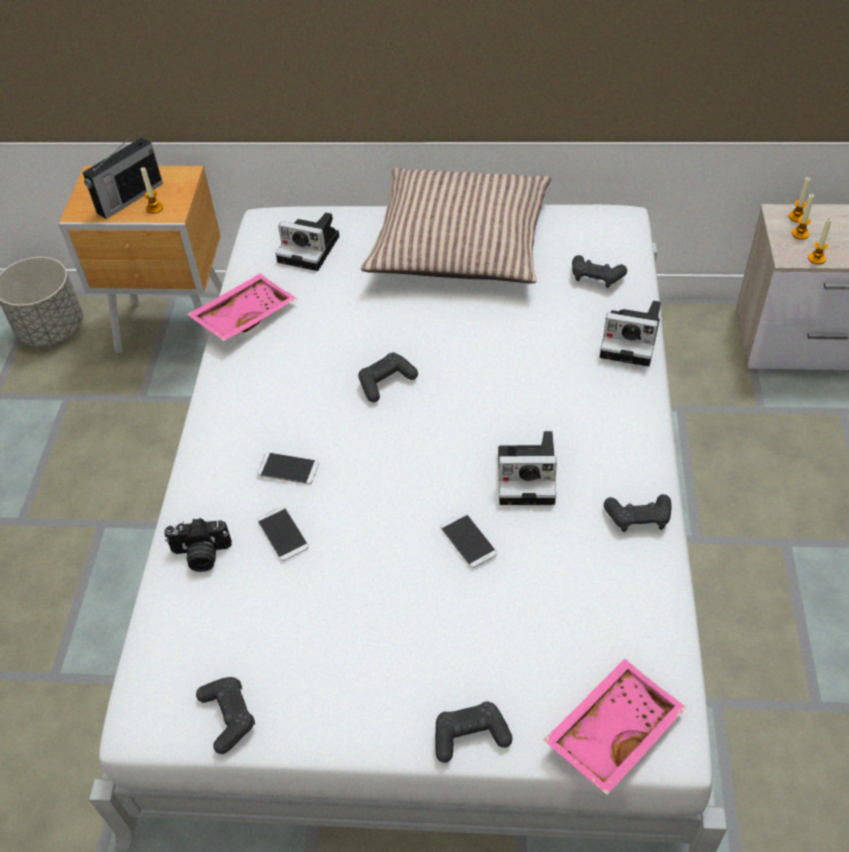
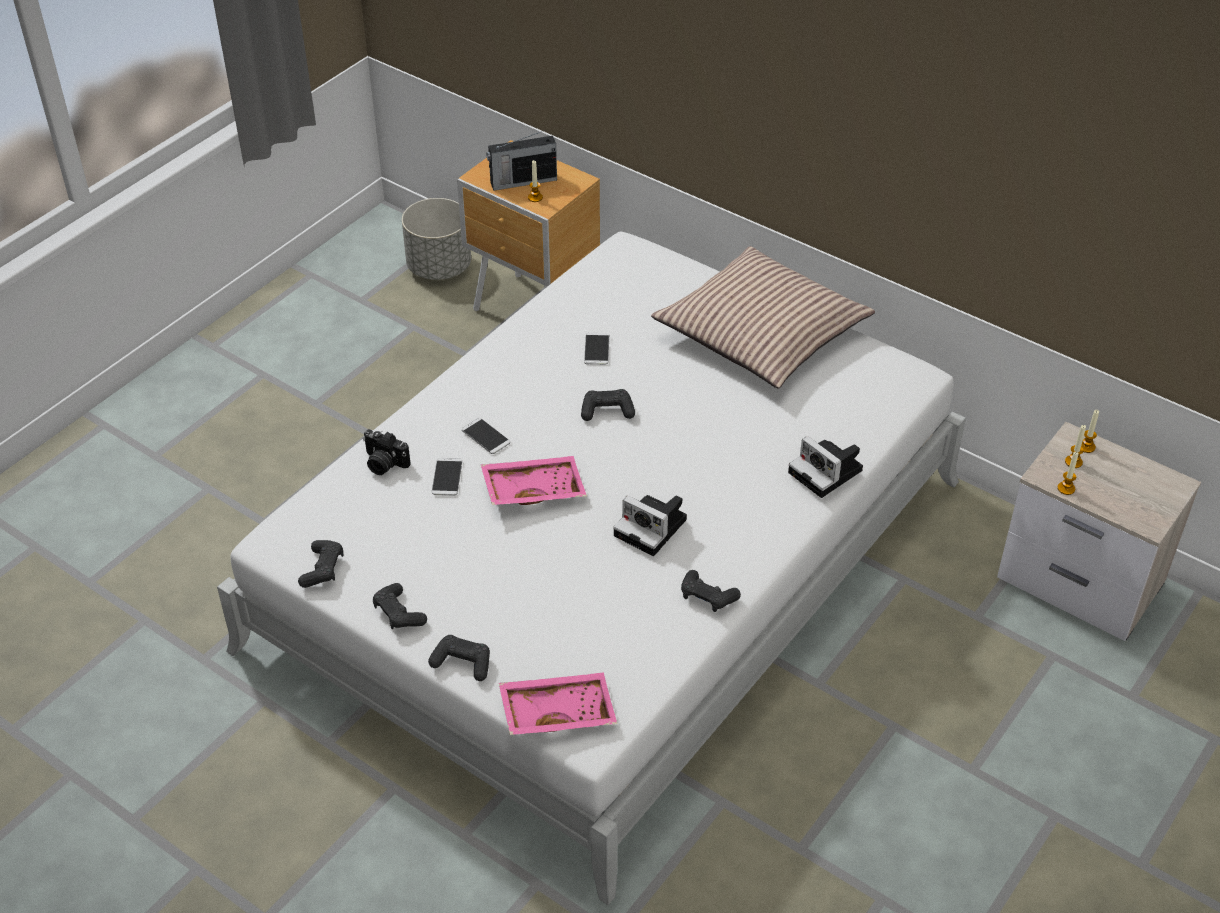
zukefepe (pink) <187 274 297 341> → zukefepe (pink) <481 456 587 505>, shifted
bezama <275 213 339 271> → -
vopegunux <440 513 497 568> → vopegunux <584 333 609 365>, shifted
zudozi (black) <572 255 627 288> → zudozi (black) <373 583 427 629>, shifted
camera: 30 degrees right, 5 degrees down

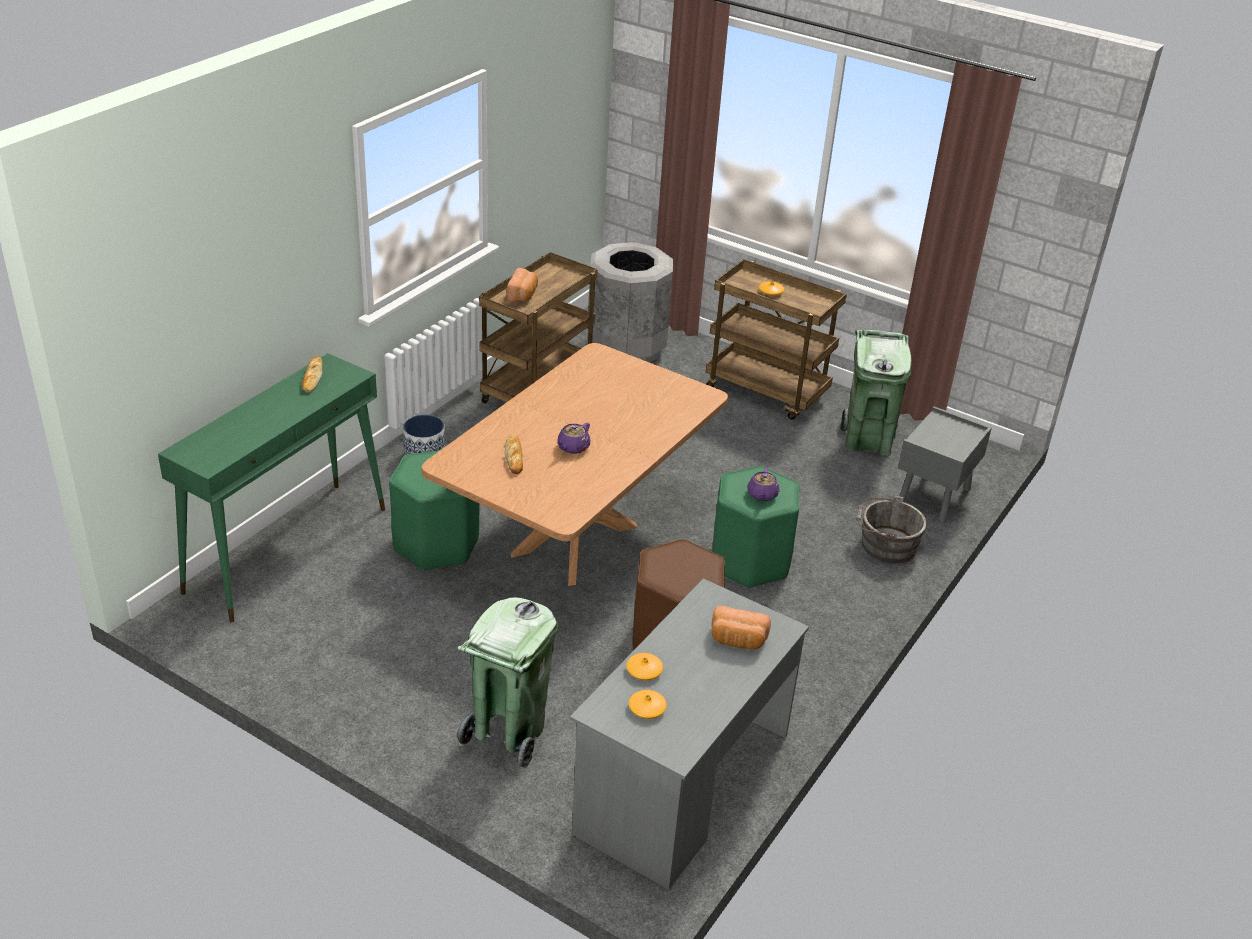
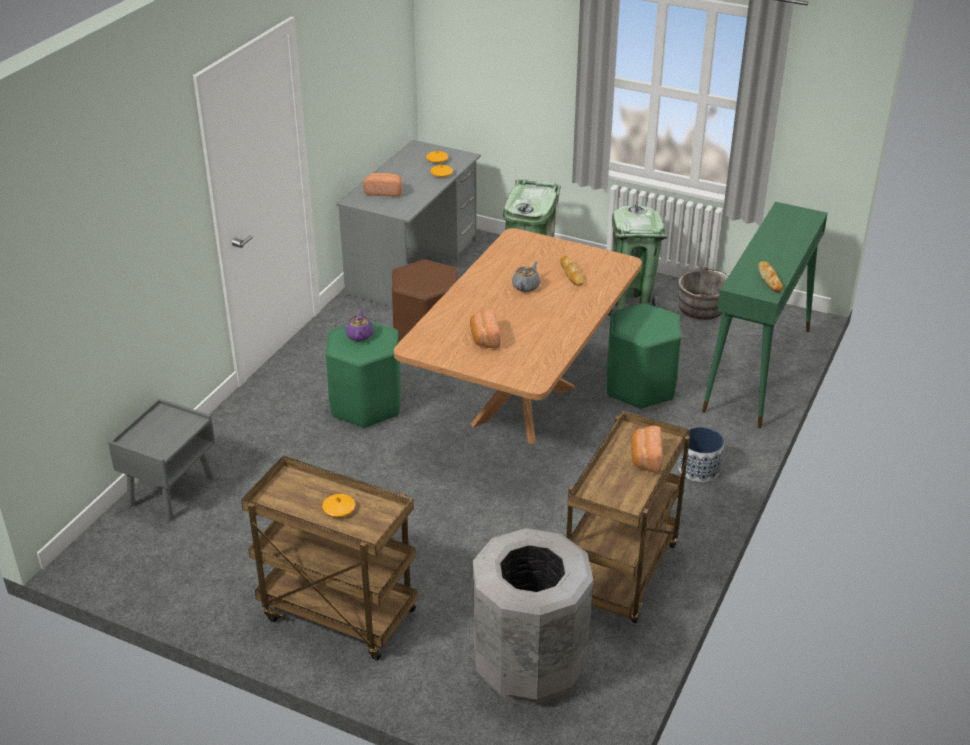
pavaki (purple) <557 423 590 454> → pavaki (grey) <512 261 540 292>
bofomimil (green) <840 330 912 456> → bofomimil (green) <607 204 668 318>, shifted
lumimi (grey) <856 495 927 563> → lumimi (grey) <678 266 729 320>, shifted
- → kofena <470 309 500 348>
camera: 175 degrees right, 0 degrees up

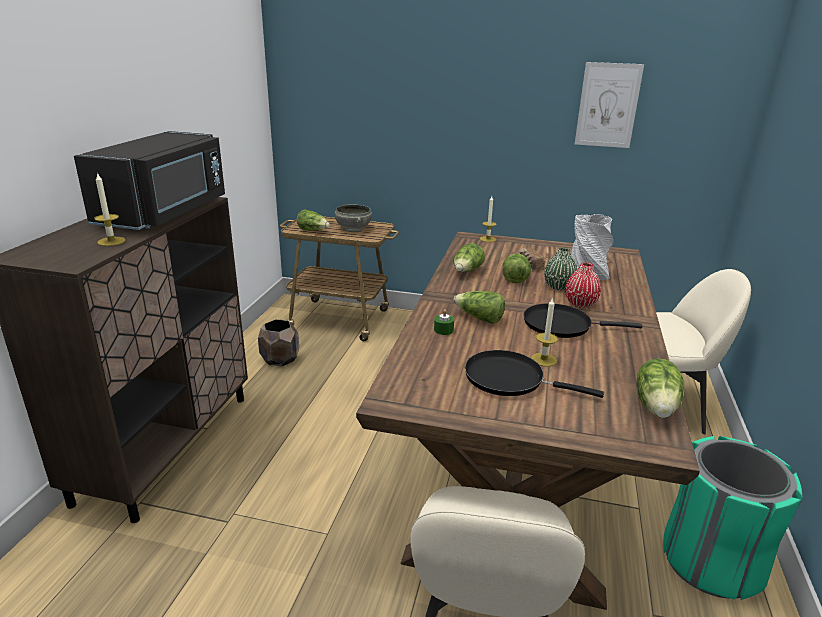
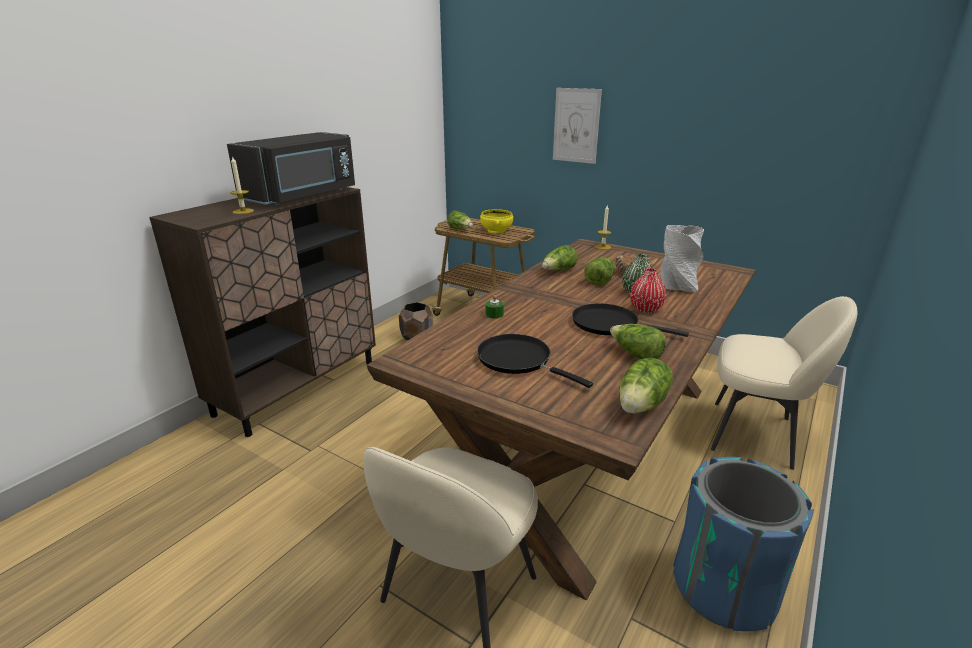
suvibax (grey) <335 204 372 232> → suvibax (yellow) <480 209 513 234>
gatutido <454 291 505 324> → gatutido <610 324 666 359>, shifted
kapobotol <531 297 558 366> → -
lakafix <575 62 644 148> → lakafix <553 88 602 164>, shifted
bofomimil (green) <663 436 802 600> → bofomimil (blue) <673 457 814 631>
camera: 20 degrees right, 0 degrees up

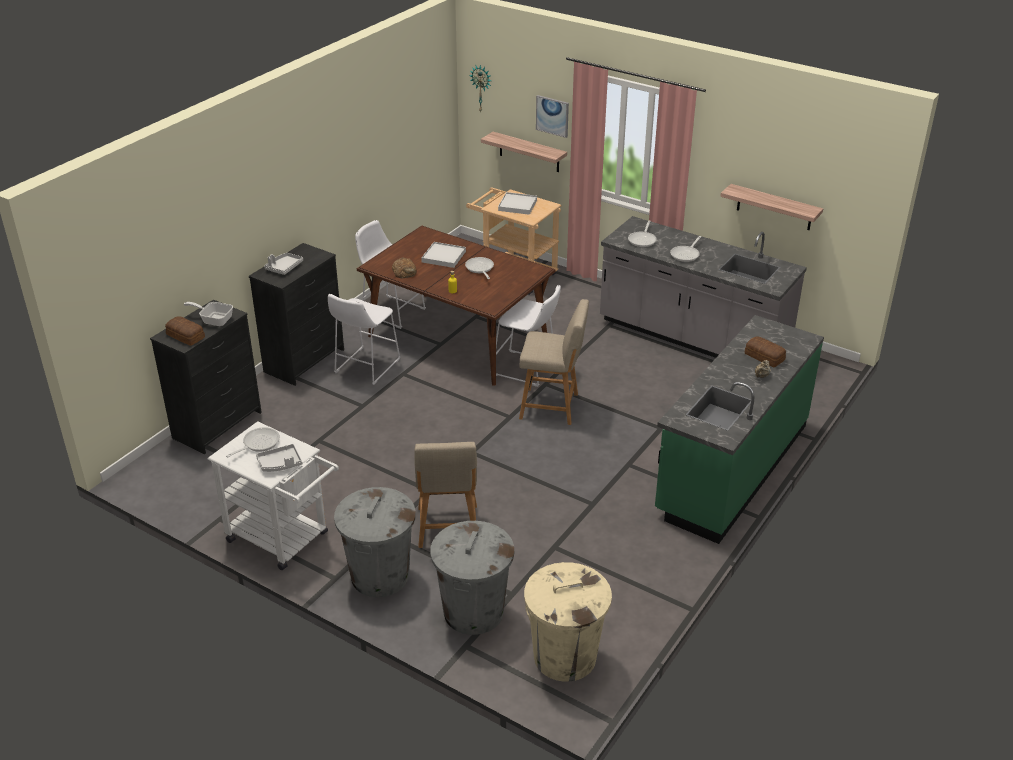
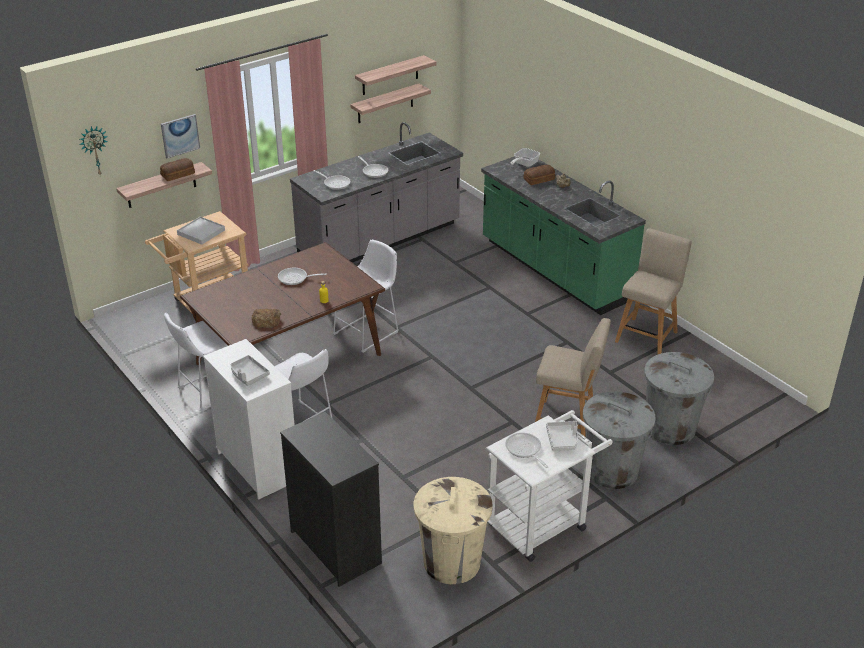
kofena <165 316 205 346> → kofena <160 158 195 181>, shifted
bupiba <184 302 233 326> → bupiba <511 148 540 167>, shifted
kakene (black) <249 243 344 386> → kakene (white) <203 339 295 500>
zukefepe (white) <421 242 466 268> → -
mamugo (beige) <519 299 589 425> → mamugo (beige) <615 228 692 355>, shifted
bofomimil (beige) <524 562 612 682> → bofomimil (beige) <414 477 493 584>, shifted
- → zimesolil <355 55 436 95>
camera: 70 degrees left, 0 degrees up

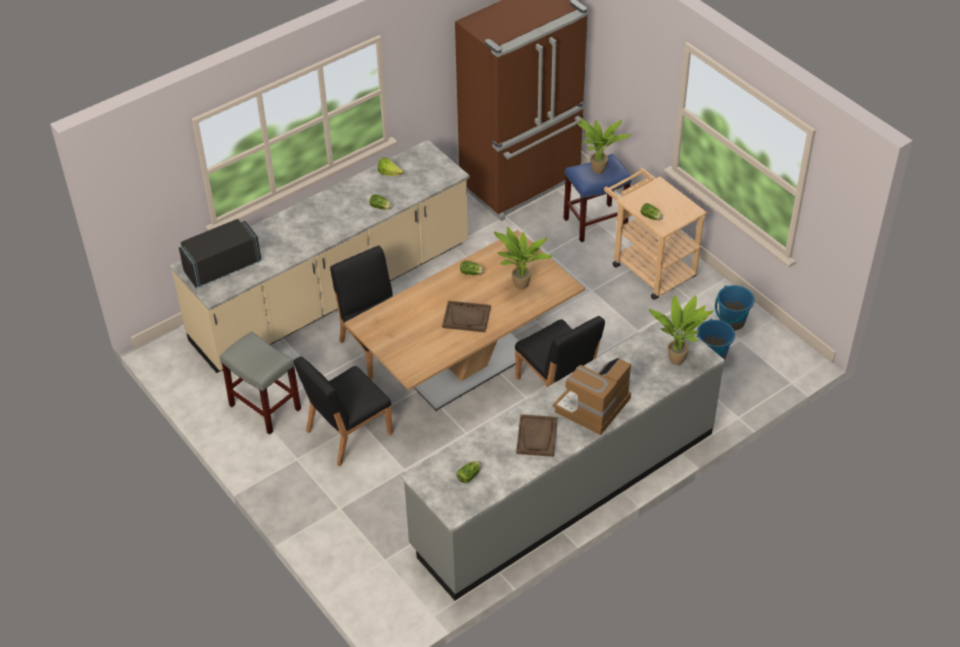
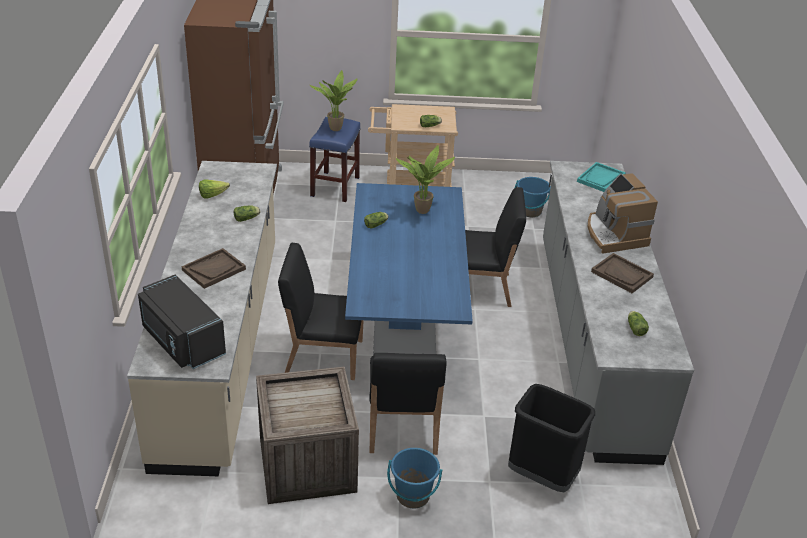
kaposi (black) <179 219 262 288> → kaposi (black) <138 274 226 369>, 45 degrees counterclockwise
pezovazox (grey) <220 331 301 435> → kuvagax <256 367 359 504>
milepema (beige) <344 230 585 411> → milepema (blue) <345 183 473 355>
zukefepe (brown) <442 301 491 332> → zukefepe (brown) <182 248 246 289>, shifted
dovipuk <649 295 713 365> → zukefepe (turquoise) <577 162 626 192>
lumimi (blue) <715 285 755 331> → lumimi (blue) <387 448 442 508>, shifted
- → bofomimil (black) <508 384 595 492>
camera: 55 degrees left, 10 degrees down

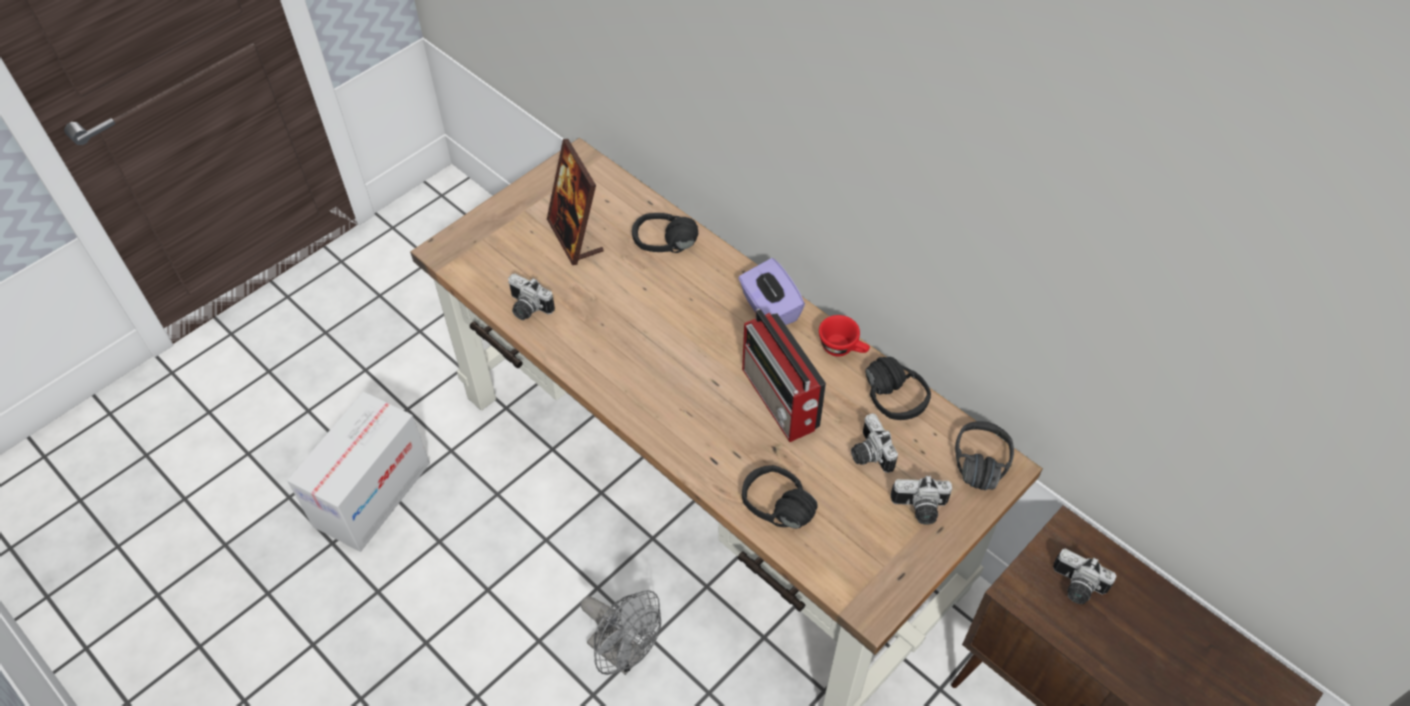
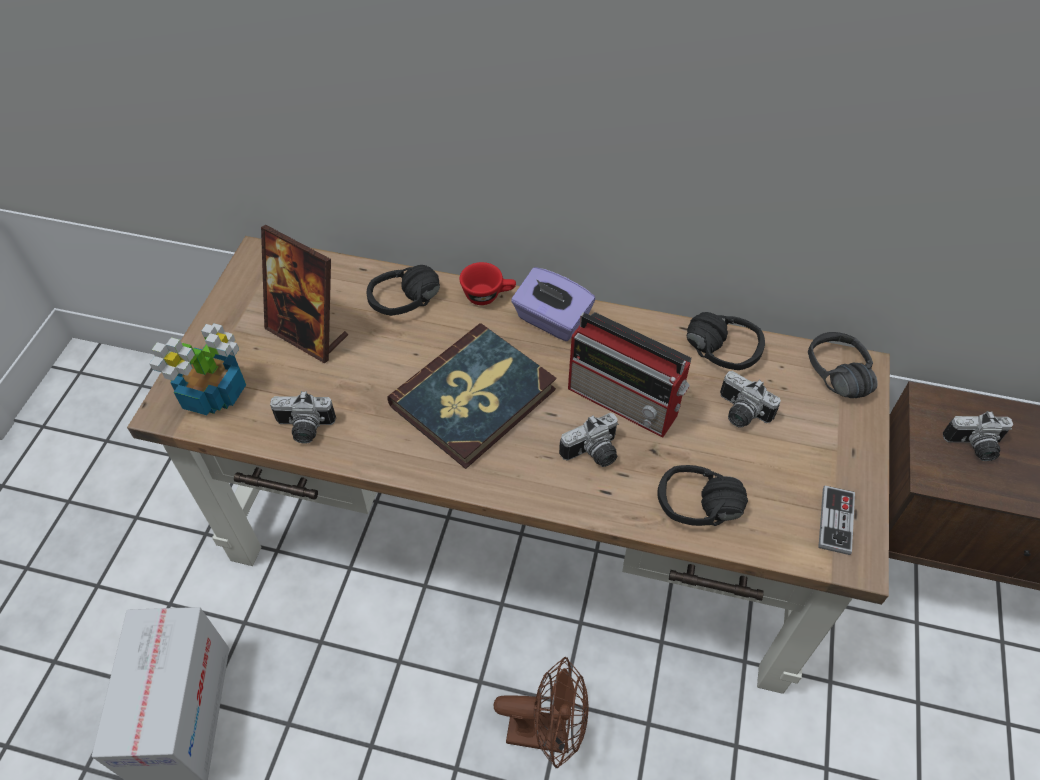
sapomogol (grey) <581 590 661 675> → sapomogol (brown) <493 657 589 768>
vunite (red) <819 315 870 356> → vunite (red) <460 262 516 305>, shifted
bezama <890 475 952 525> → bezama <559 413 618 467>, shifted
- → dovipuk <149 323 246 416>
- → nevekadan <387 323 556 469>
- → zudozi <818 486 855 555>
camera: 30 degrees left, 0 degrees up

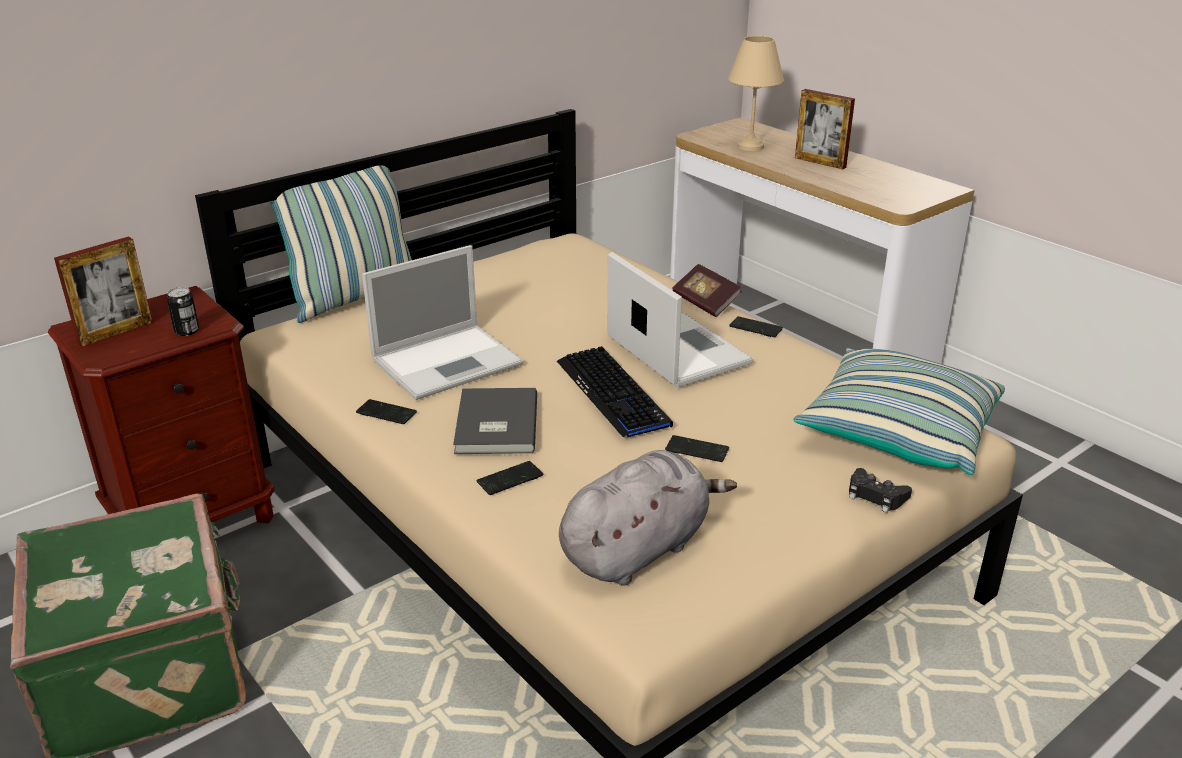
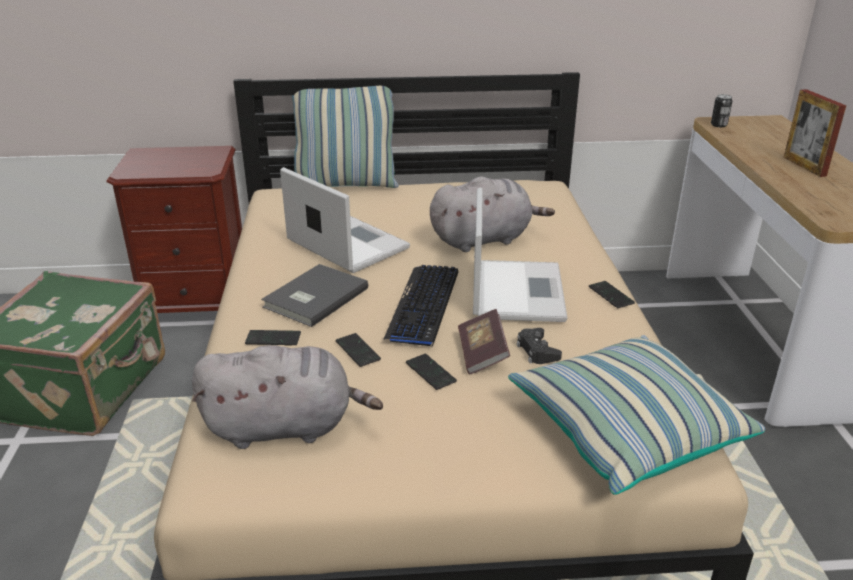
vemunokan <54 236 153 347> → -
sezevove <167 287 199 336> → sezevove <711 94 732 127>, shifted
vopegunux <356 399 417 424> → vopegunux <336 333 381 367>, shifted
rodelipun <362 245 523 400> → rodelipun <280 167 410 273>, 135 degrees counterclockwise
nevekadan <672 264 742 317> → nevekadan <458 309 510 374>, shifted
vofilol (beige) <728 36 784 151> → -
zudozi (black) <849 468 912 512> → zudozi (black) <516 328 562 364>, shifted
- → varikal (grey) <430 176 555 252>
camera: 35 degrees right, 0 degrees up

